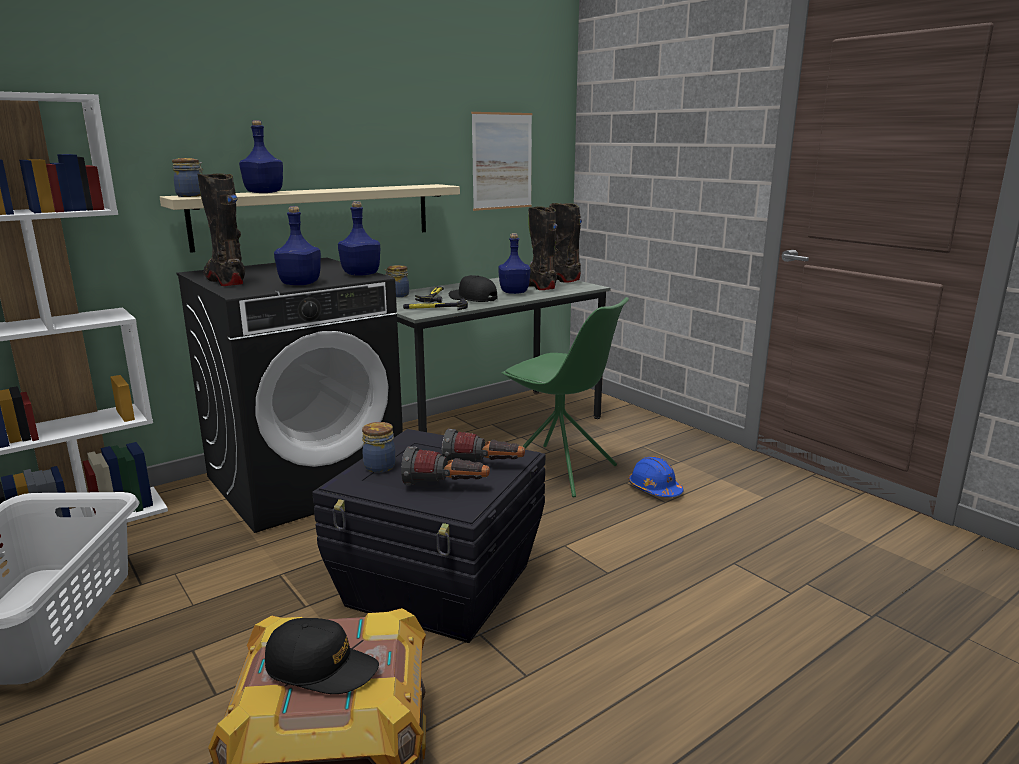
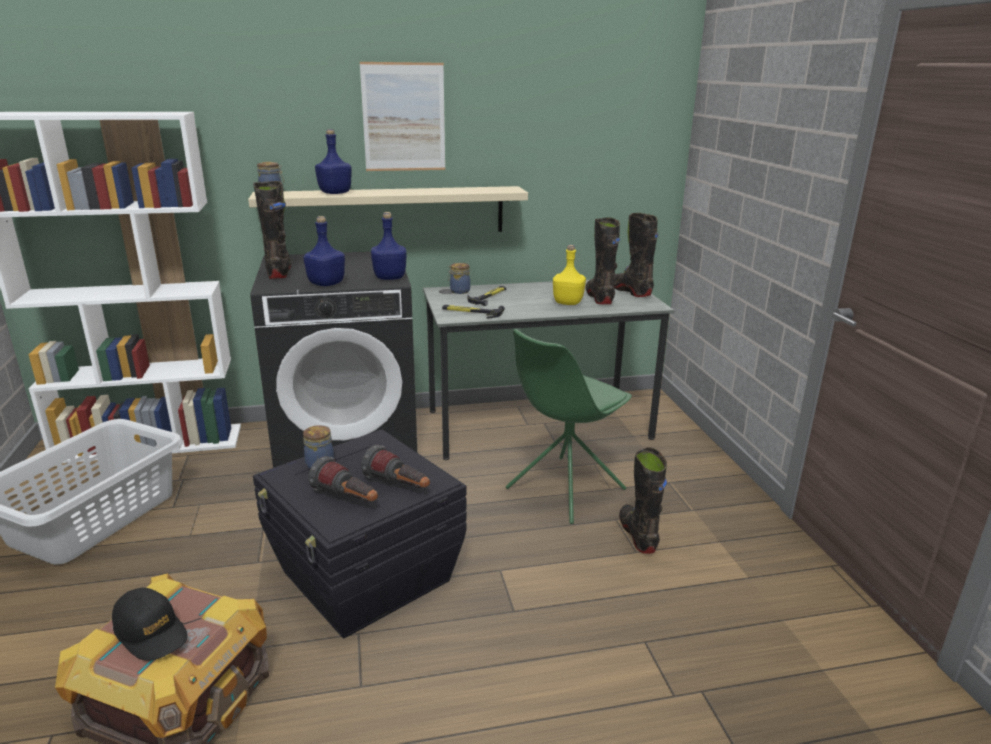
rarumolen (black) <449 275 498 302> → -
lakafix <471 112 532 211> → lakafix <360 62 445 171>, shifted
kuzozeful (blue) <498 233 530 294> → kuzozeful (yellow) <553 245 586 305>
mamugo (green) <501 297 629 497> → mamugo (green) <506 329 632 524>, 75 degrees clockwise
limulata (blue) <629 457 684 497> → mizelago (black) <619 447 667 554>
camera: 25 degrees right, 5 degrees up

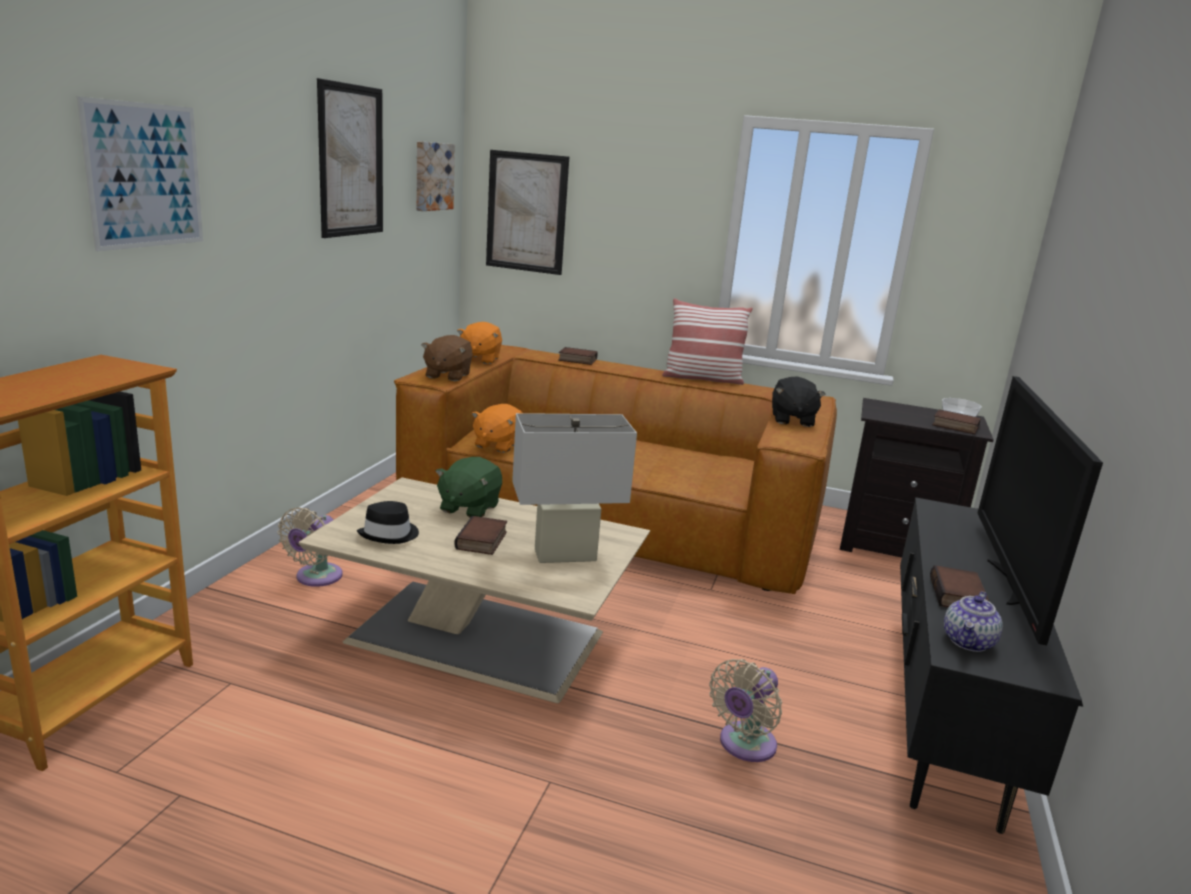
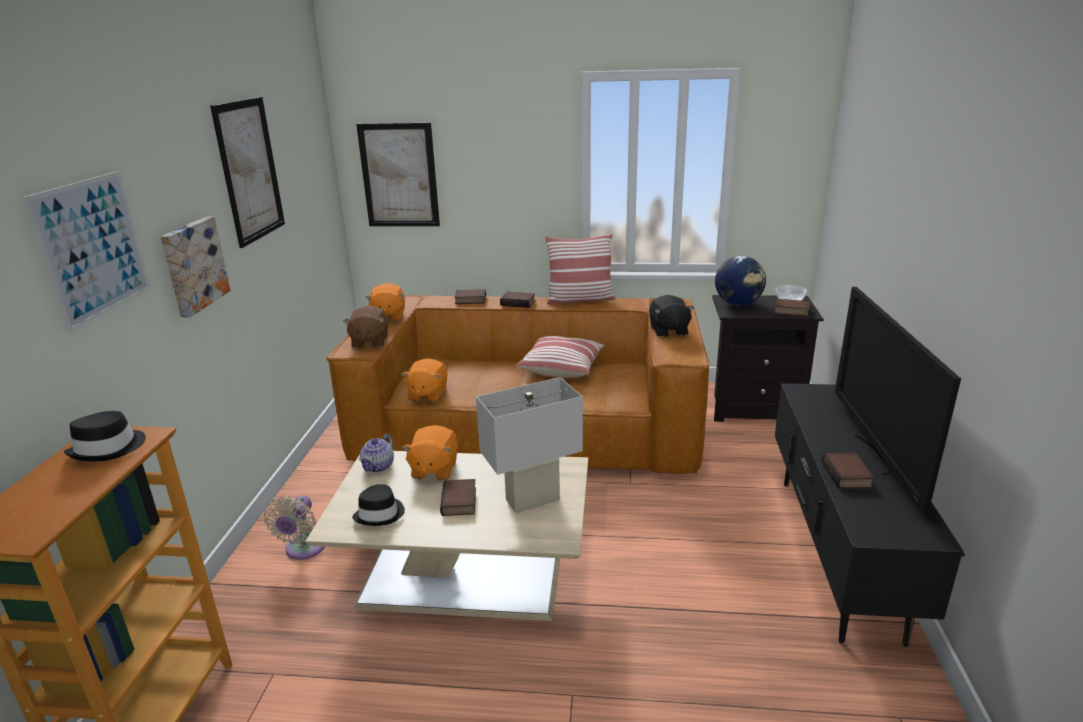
lakafix <416 141 455 211> → lakafix <161 216 230 317>, shifted
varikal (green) <435 457 502 518> → varikal (orange) <402 425 458 480>
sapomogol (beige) <709 659 782 762> → -
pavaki <944 591 1003 652> → pavaki <359 434 394 472>, shifted
- → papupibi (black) <64 411 146 461>
- → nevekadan <500 292 535 308>
- → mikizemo <516 336 605 377>
- → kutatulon <715 256 766 306>
camera: 10 degrees left, 5 degrees up

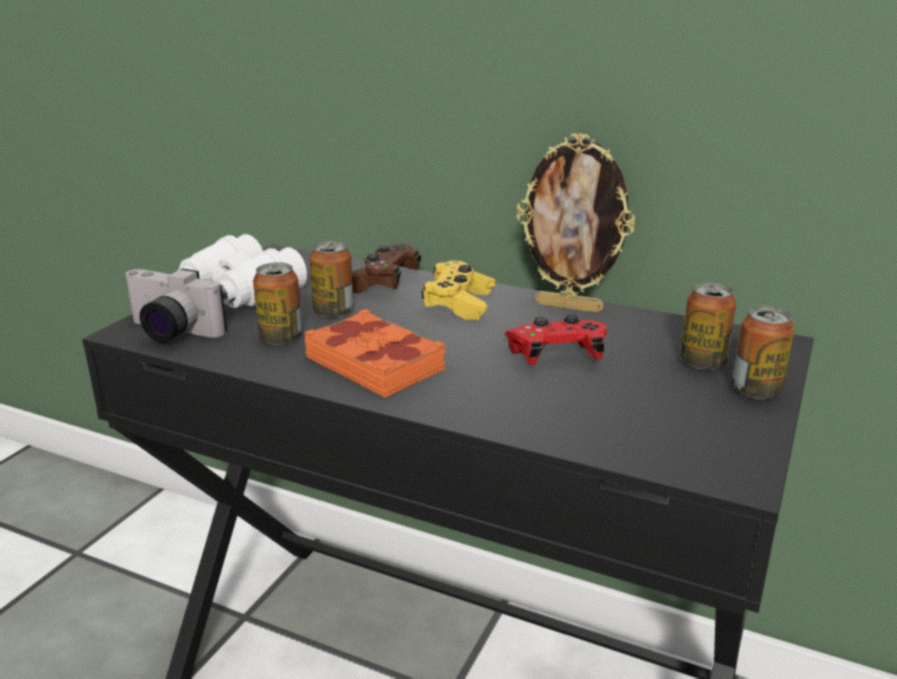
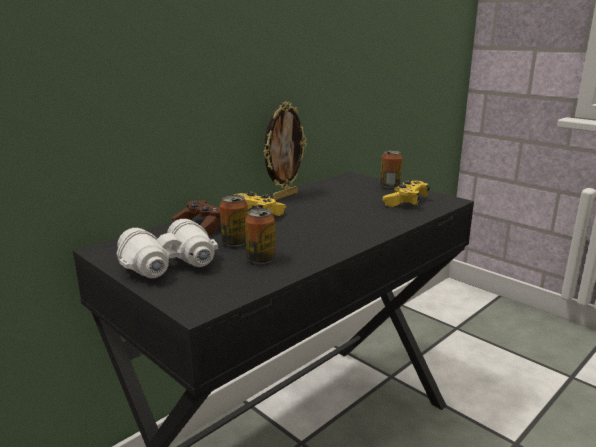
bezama <124 268 227 343> → -
nevekadan (orange) <304 309 445 398> → -
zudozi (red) <505 315 607 365> → -
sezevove <681 282 736 370> → -
- → zudozi (yellow) <382 181 430 207>
camera: 70 degrees left, 5 degrees down

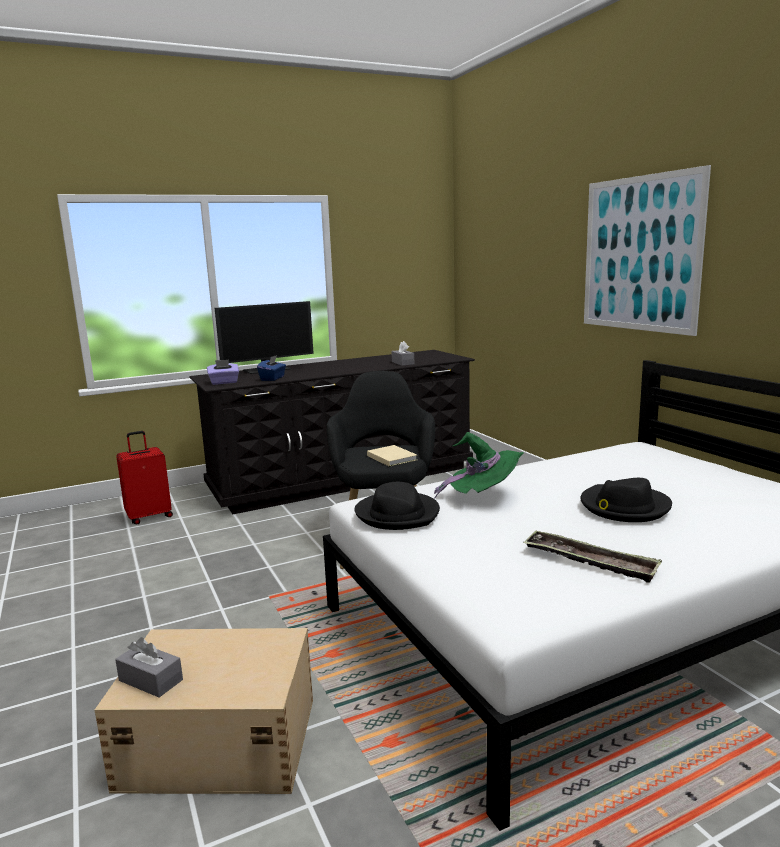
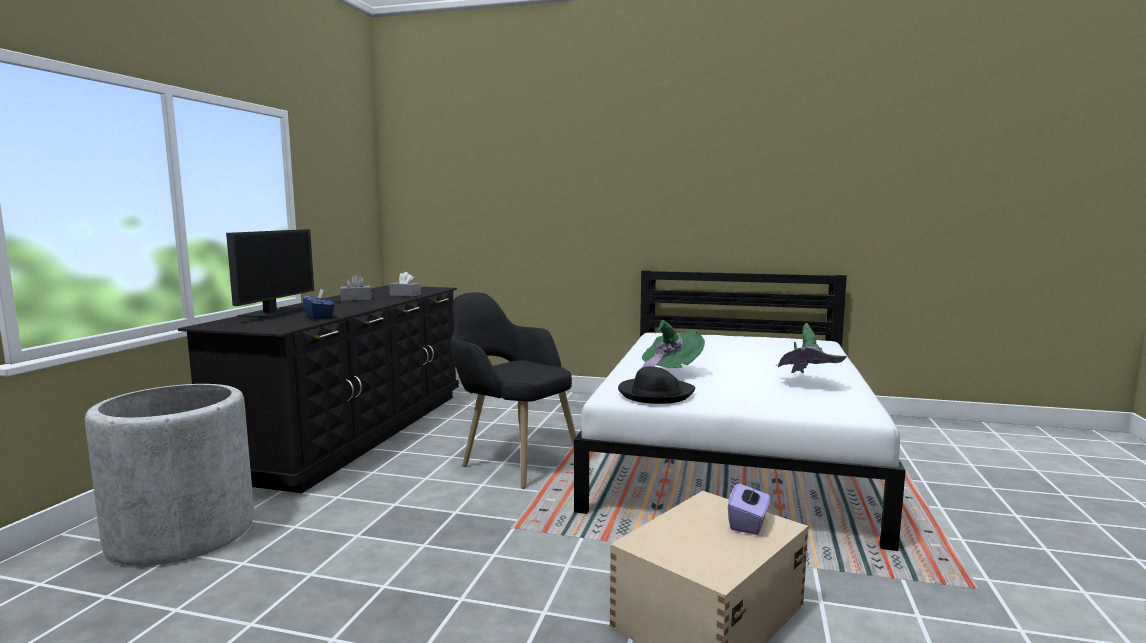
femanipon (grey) <115 637 183 697> → femanipon (grey) <340 275 371 301>, shifted
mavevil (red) <116 431 173 524> → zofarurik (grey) <85 384 254 566>
femanipon (purple) <207 359 239 385> → femanipon (purple) <728 481 770 535>, shifted
nevekadan (beige) <367 445 417 467> → -
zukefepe <523 530 662 583> → papupibi (green) <775 323 847 373>
papupibi (black) <580 478 672 522> → -
lakafix <584 165 711 336> → -
camera: 50 degrees left, 5 degrees down

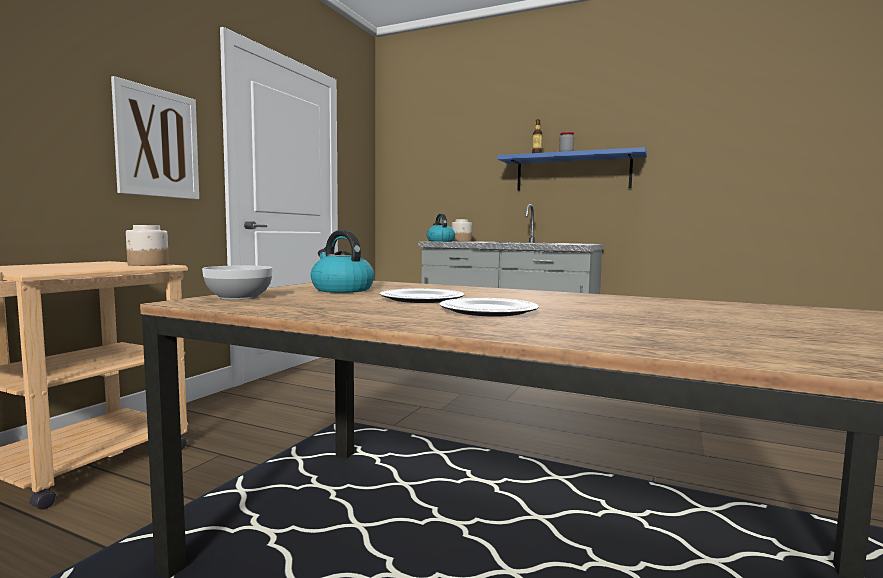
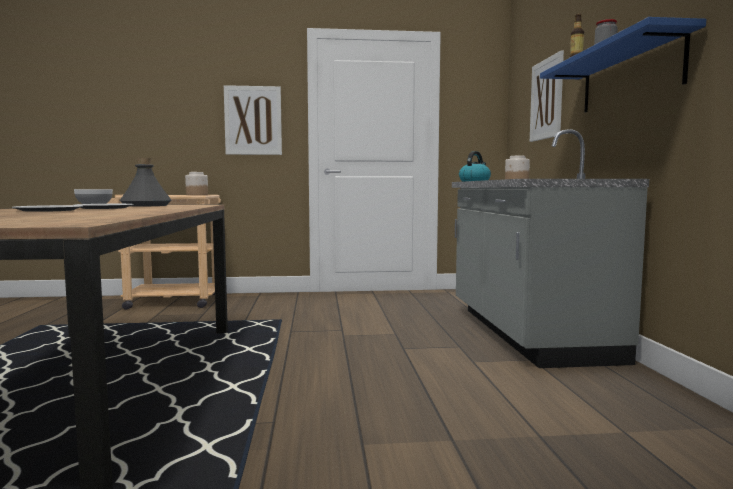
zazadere <311 230 374 293> → kuzozeful (grey) <119 158 172 207>
- → lakafix <530 51 564 142>
camera: 60 degrees right, 0 degrees up

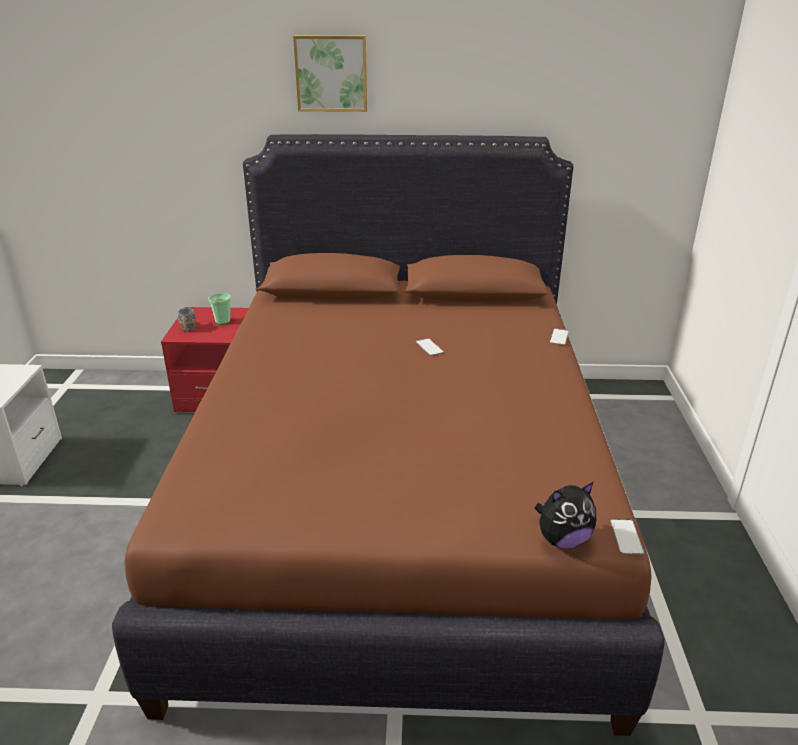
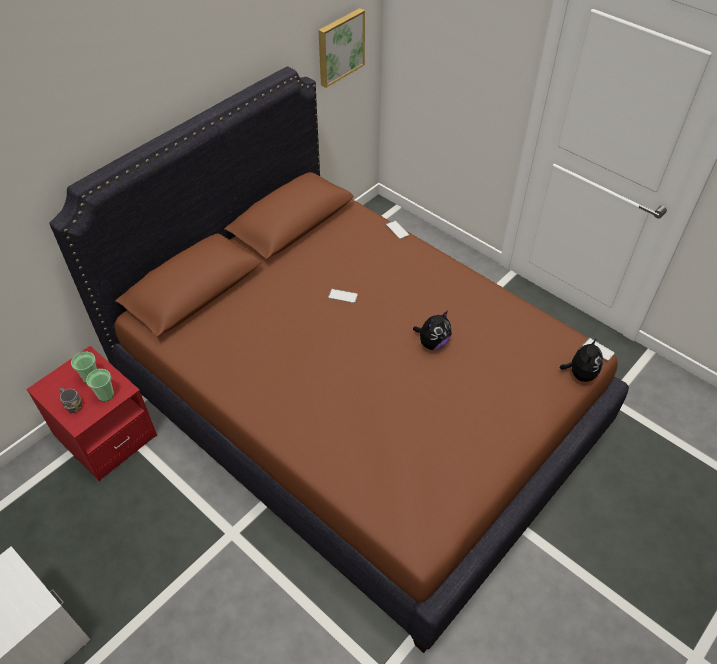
lakafix <293 35 367 112> → lakafix <318 8 365 88>, shifted
- → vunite <86 369 114 401>
- → varikal <413 311 452 350>
camera: 50 degrees left, 20 degrees up

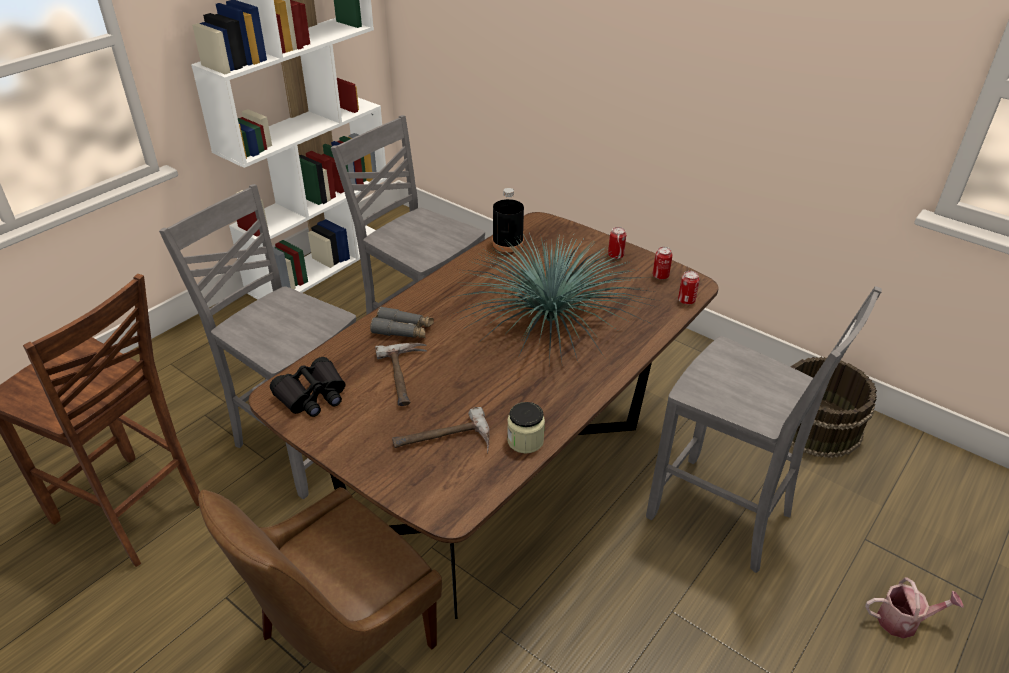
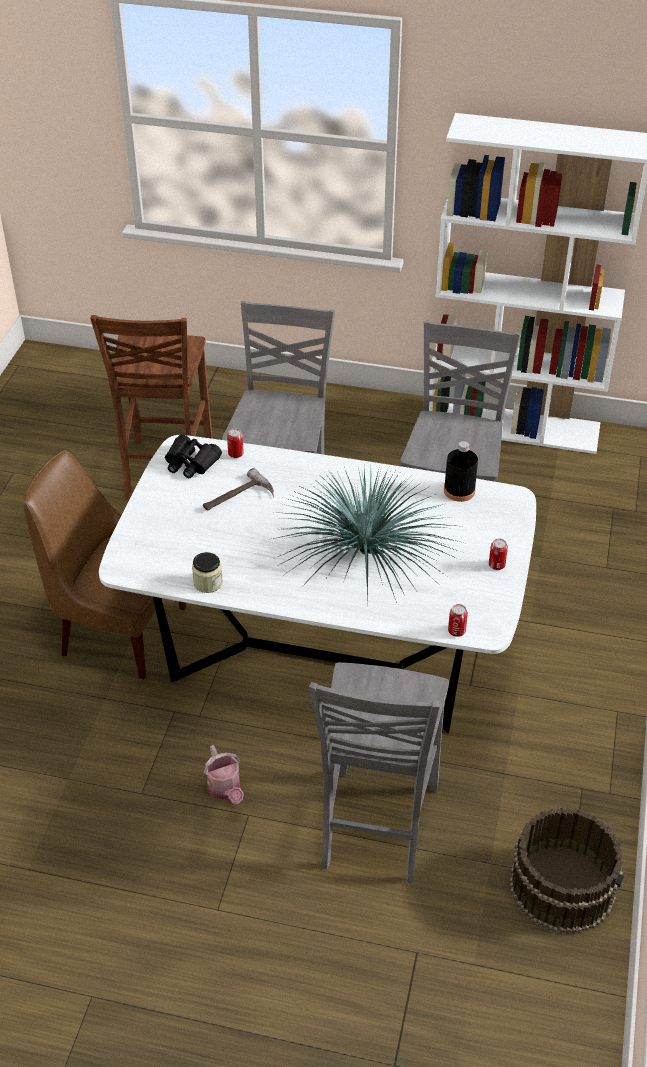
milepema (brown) <249 212 719 619> → milepema (white) <99 435 536 733>
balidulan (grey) <370 306 434 338> → -
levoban <392 407 489 453> → -
sezevove <653 247 672 280> → sezevove <227 429 244 458>, shifted
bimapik <865 578 964 639> → bimapik <204 745 244 804>, shifted
camera: 65 degrees right, 5 degrees up

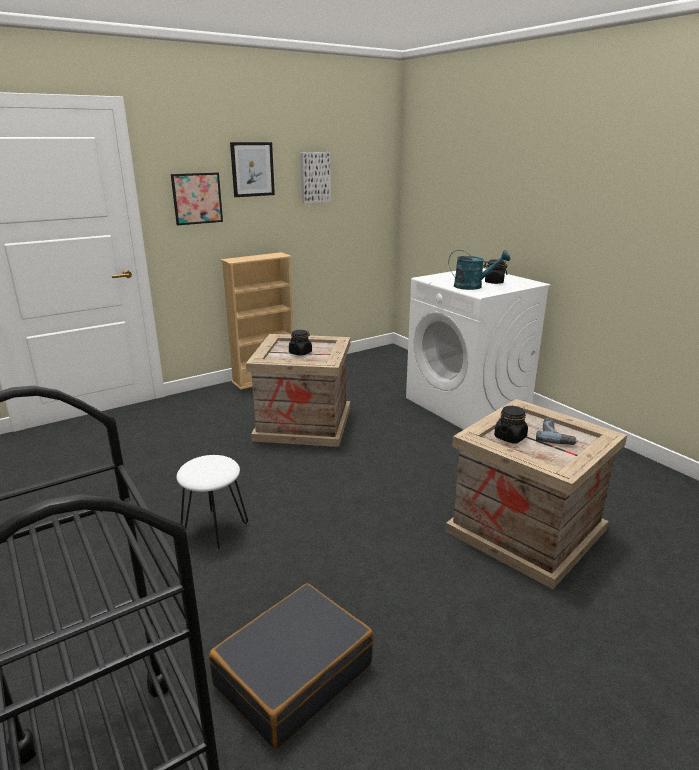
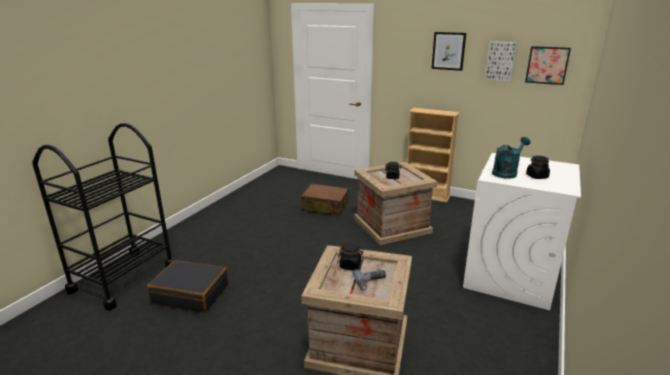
lakafix <171 173 223 226> → lakafix <525 46 571 85>, shifted
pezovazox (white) <177 455 248 551> → -
bimapik (turquoise) <449 250 510 290> → bimapik (turquoise) <492 137 530 179>, 105 degrees counterclockwise
- → mavevil (brown) <301 183 349 216>
camera: 60 degrees right, 0 degrees up

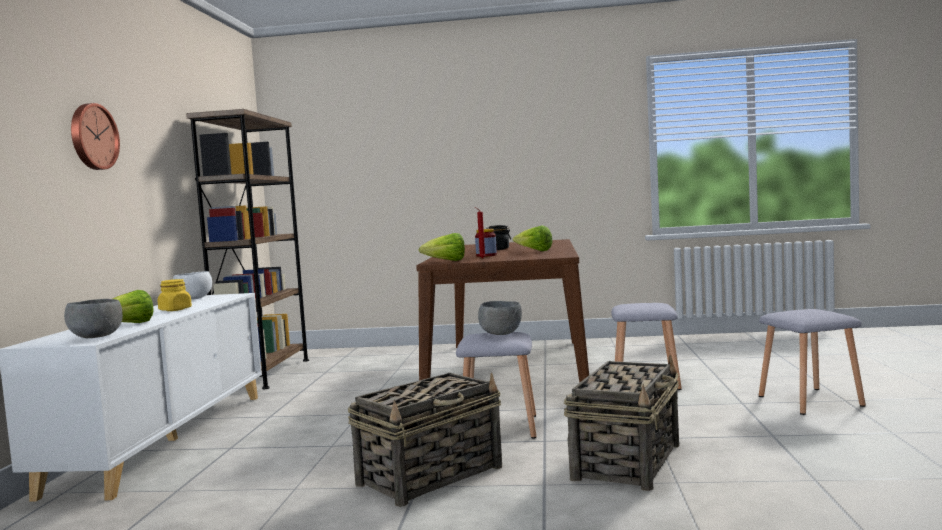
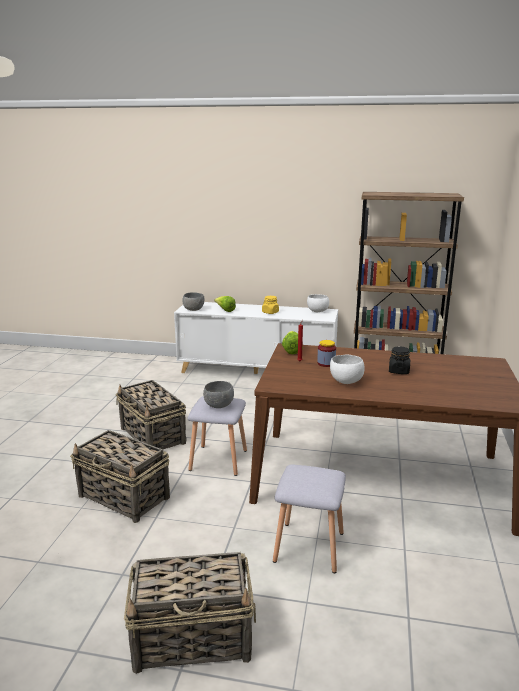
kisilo <71 103 120 170> → -
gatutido <513 225 552 251> → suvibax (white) <330 355 365 384>
pezovazox (grey) <759 309 866 415> → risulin <124 552 256 674>
camera: 95 degrees right, 15 degrees up

